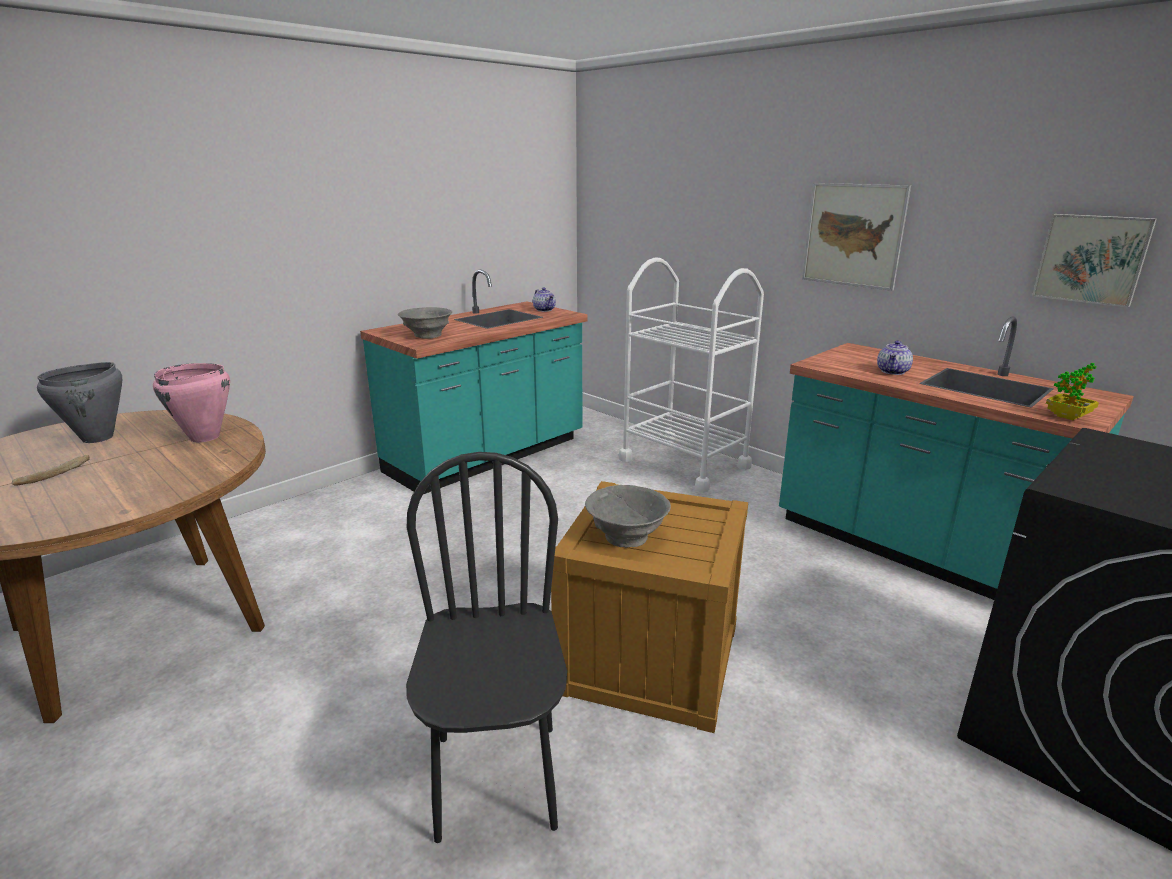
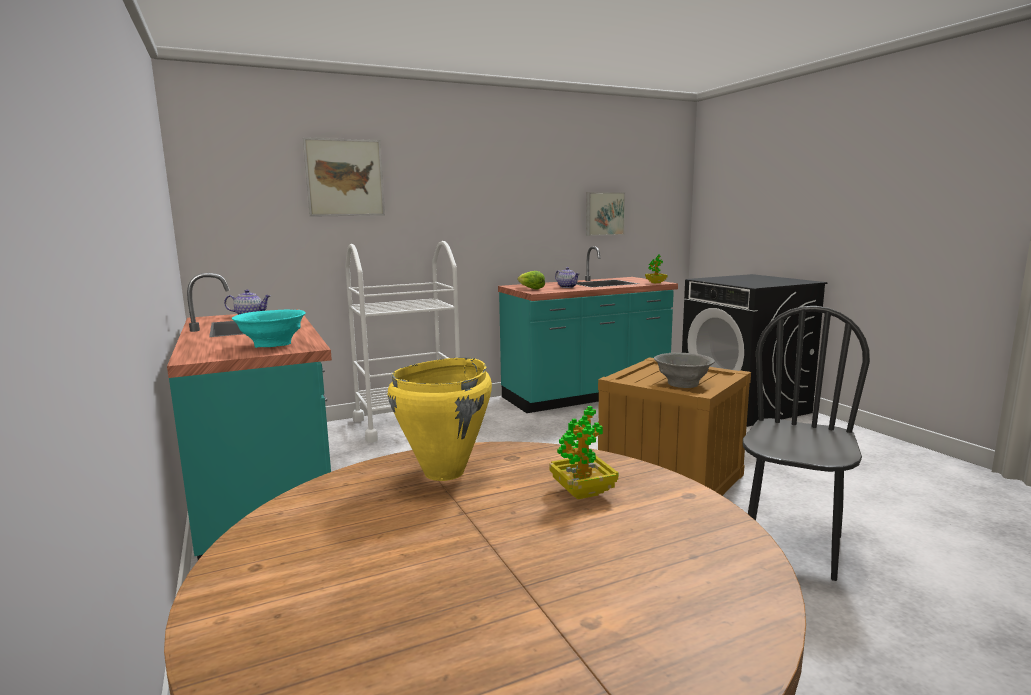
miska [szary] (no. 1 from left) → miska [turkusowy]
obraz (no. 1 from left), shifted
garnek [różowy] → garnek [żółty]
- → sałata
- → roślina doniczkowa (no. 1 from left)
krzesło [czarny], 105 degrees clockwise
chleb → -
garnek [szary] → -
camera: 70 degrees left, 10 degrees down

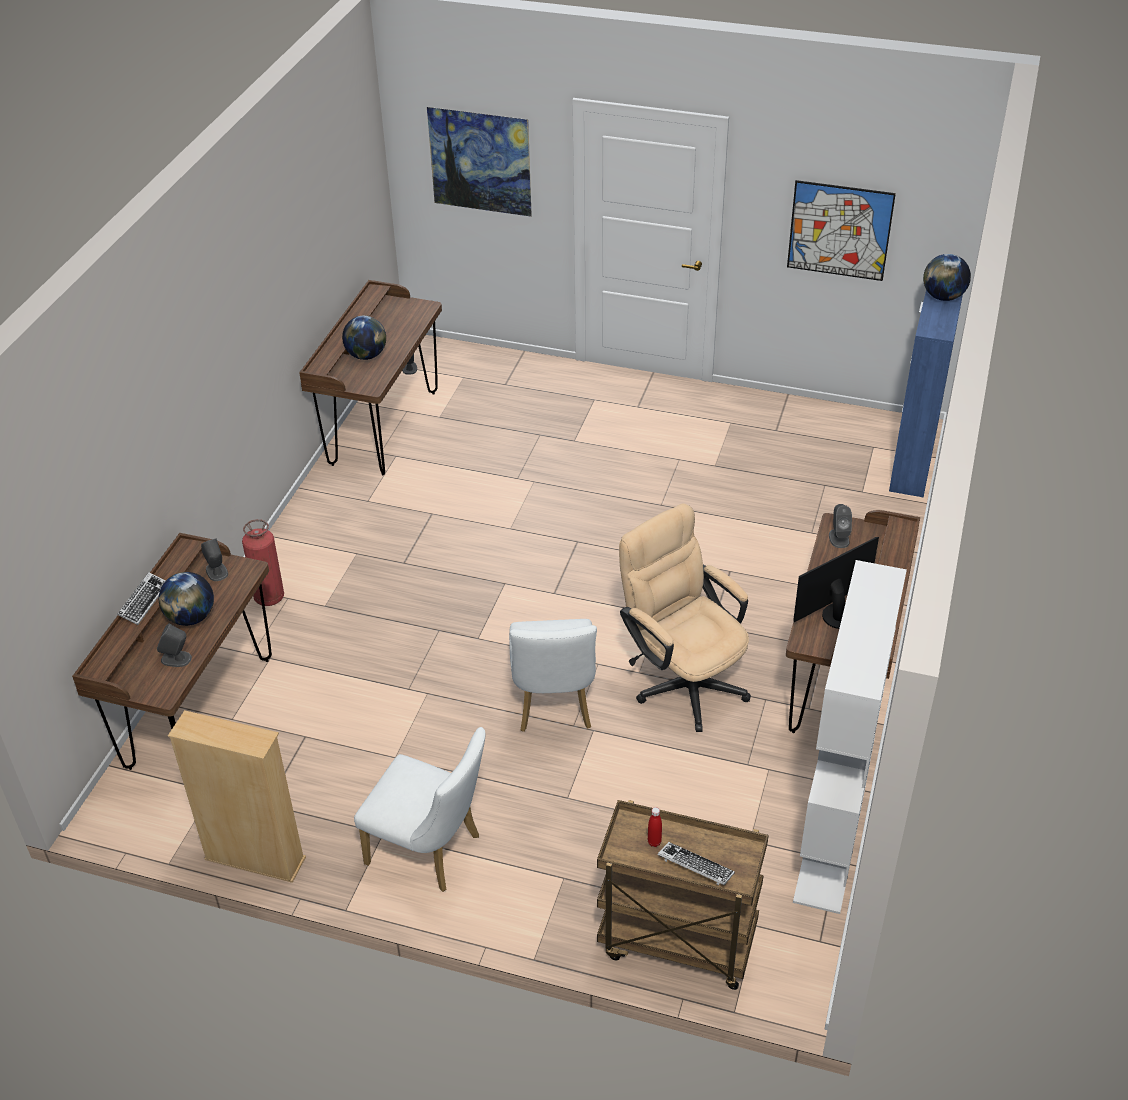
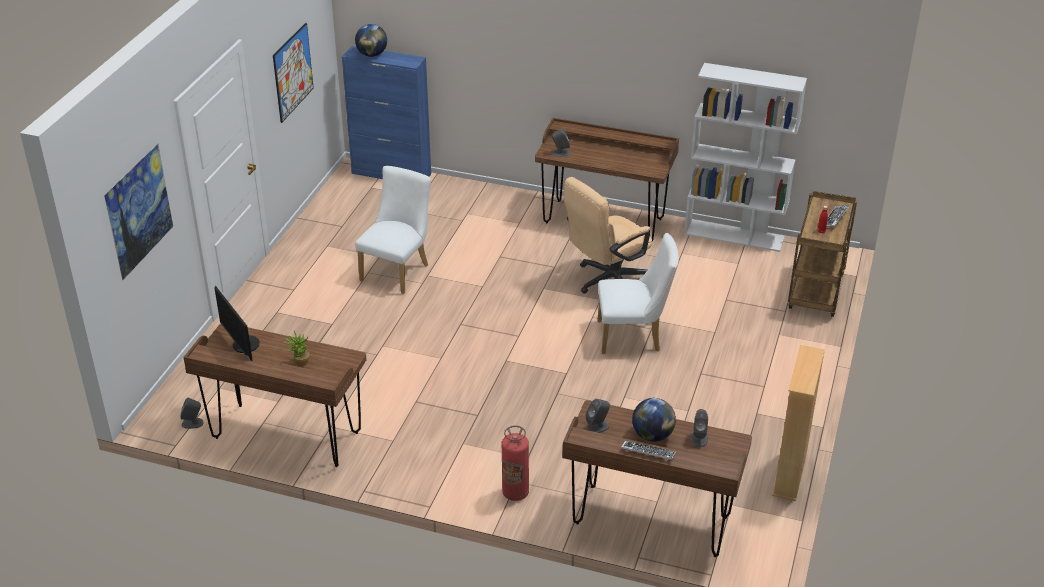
monitor, shifted
globus (no. 2 from left) → roślina doniczkowa
krzesło [biały] (no. 1 from left), shifted
camera: 90 degrees left, 5 degrees down

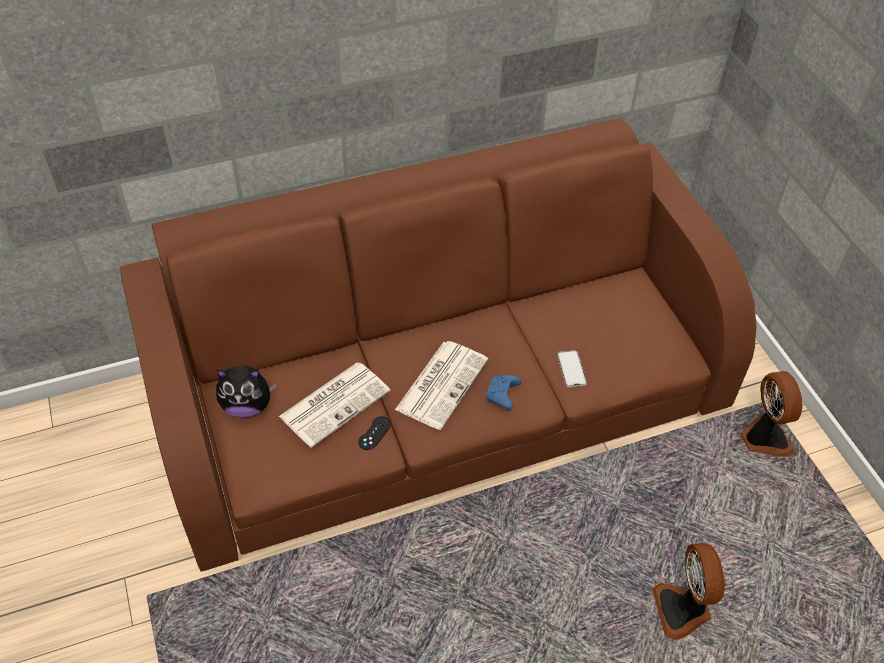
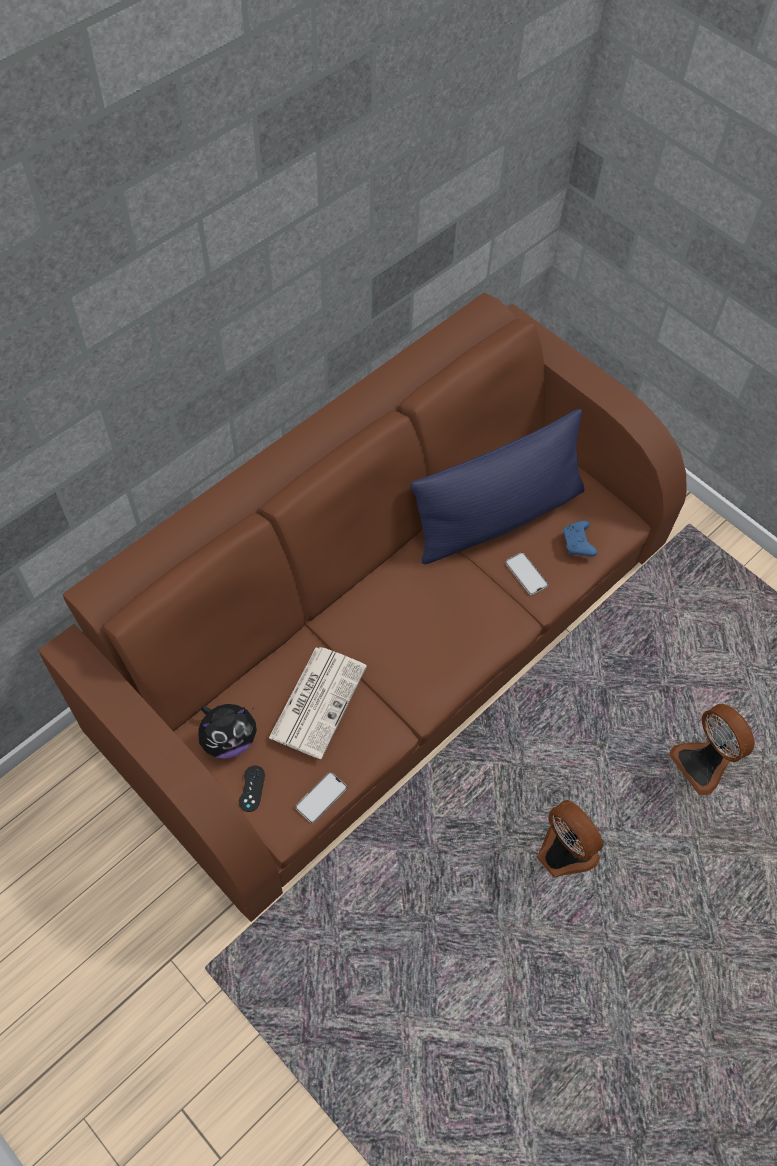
pad do gier [czarny], shifted
- → telefon (no. 1 from left)
- → poduszka [niebieski]
wentylator (no. 2 from left in the first image) → wentylator (no. 1 from left), shifted
pad do gier [niebieski], shifted
gazeta (no. 2 from left) → -
camera: 25 degrees left, 10 degrees up

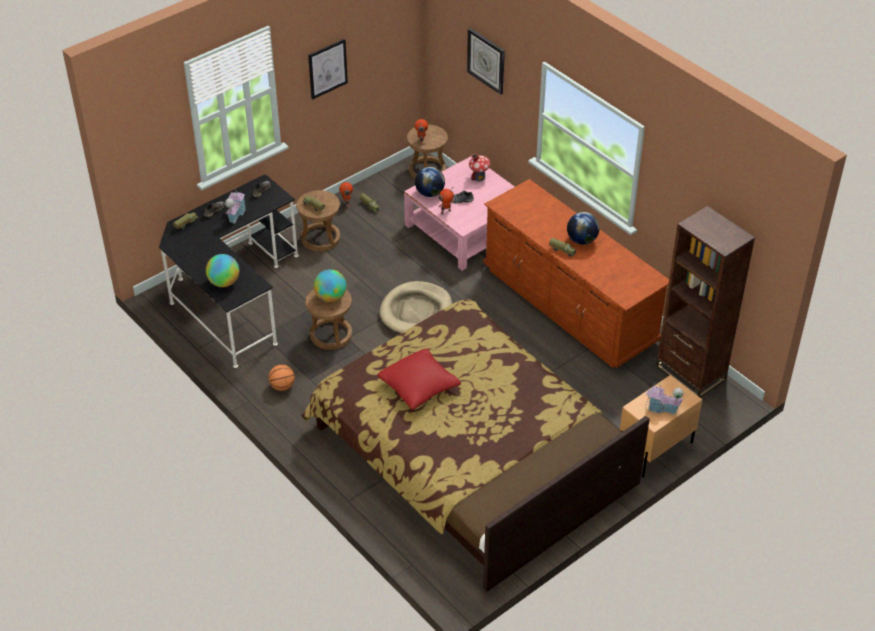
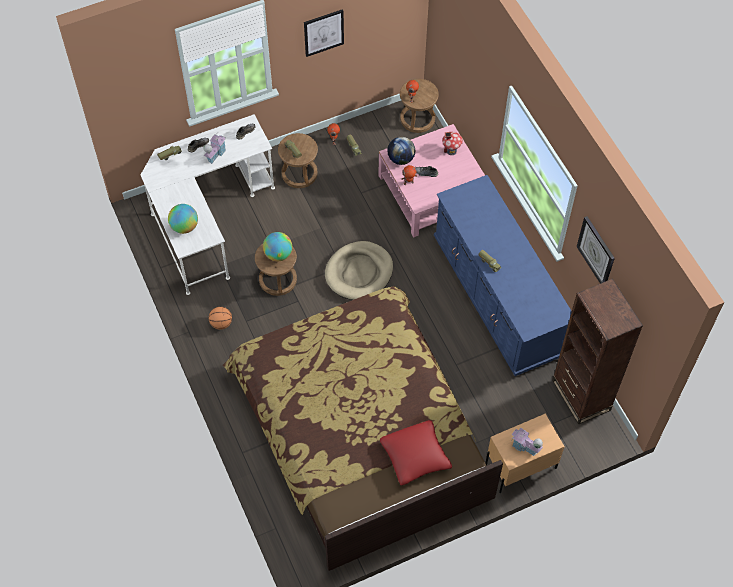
biurko [czarny] → biurko [biały]
poduszka [czerwony], shifted
komoda [brązowy] → komoda [niebieski]
zegar ścienny, shifted
globus (no. 4 from left) → -
camera: 15 degrees right, 15 degrees up

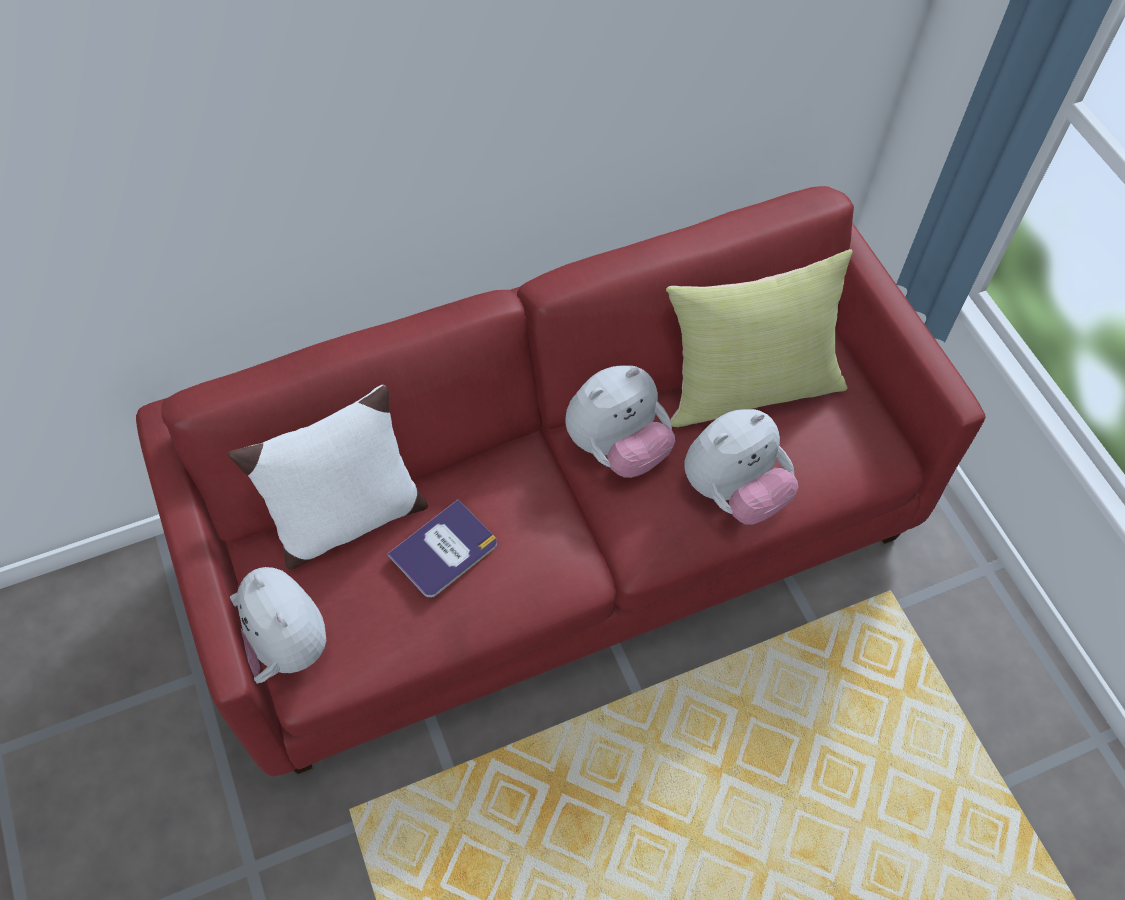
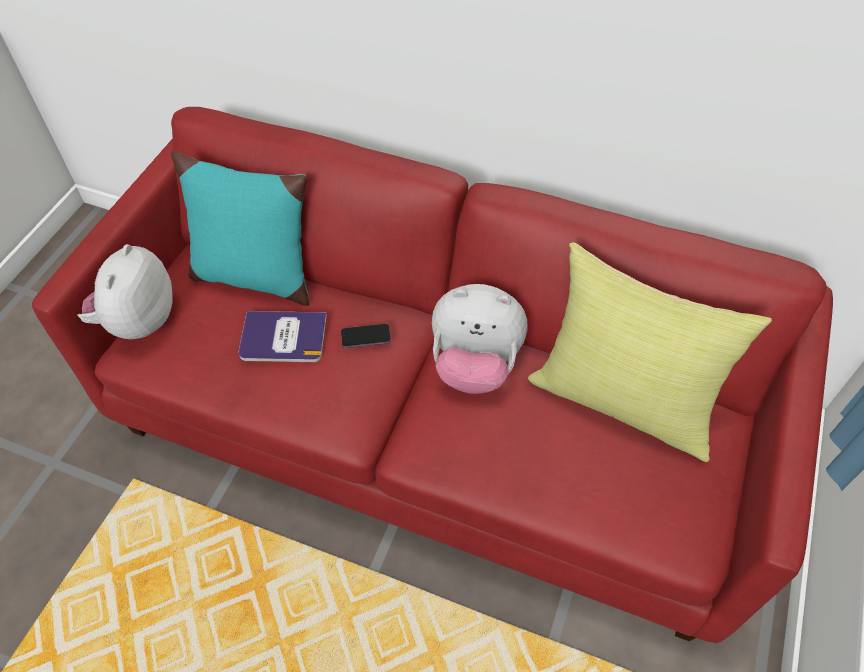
poduszka [biały] → poduszka [turkusowy]
- → telefon
pluszak (no. 3 from left) → -
camera: 45 degrees right, 5 degrees down

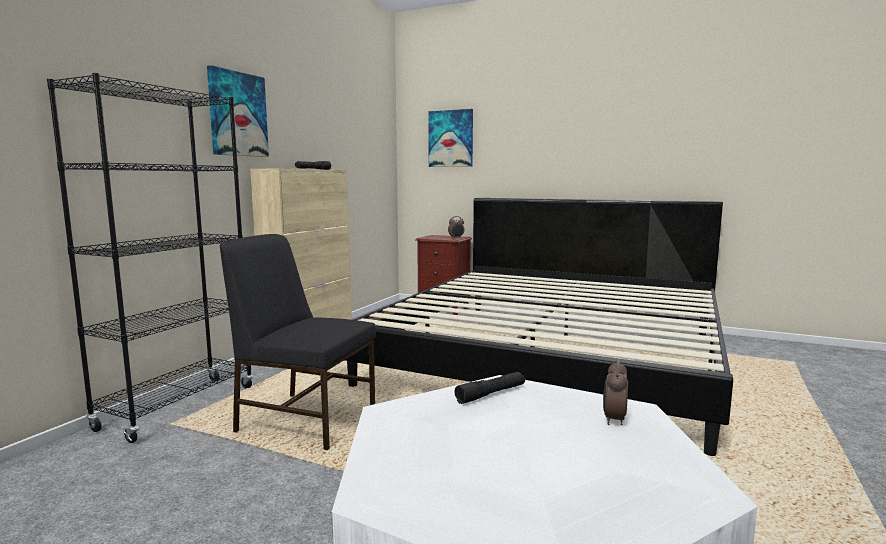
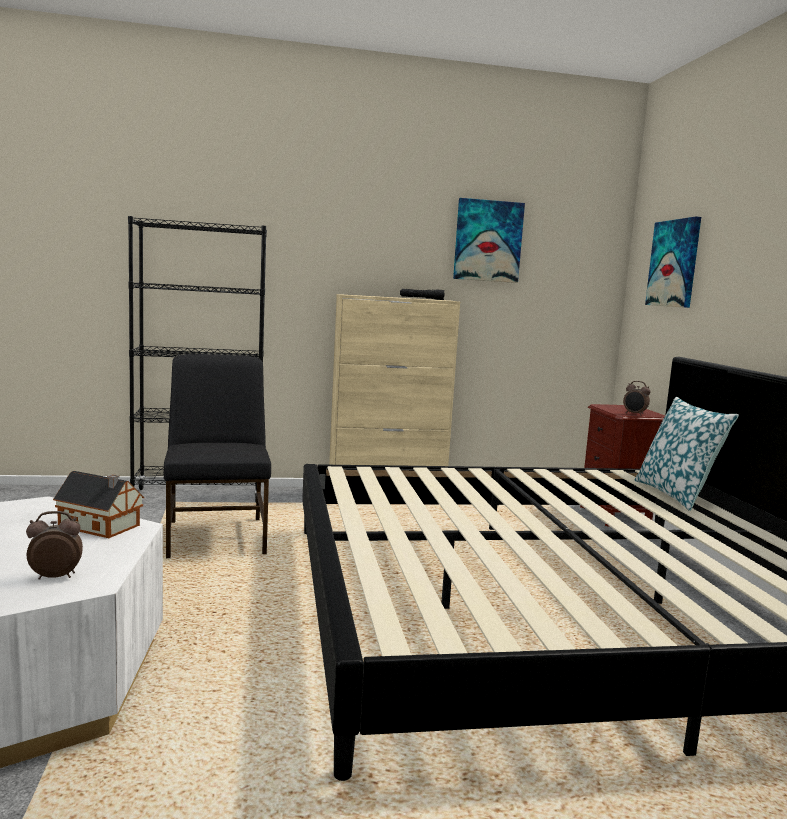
latarka [czarny] (no. 2 from left) → domek
obraz (no. 1 from left), shifted
- → poduszka
camera: 55 degrees right, 0 degrees up

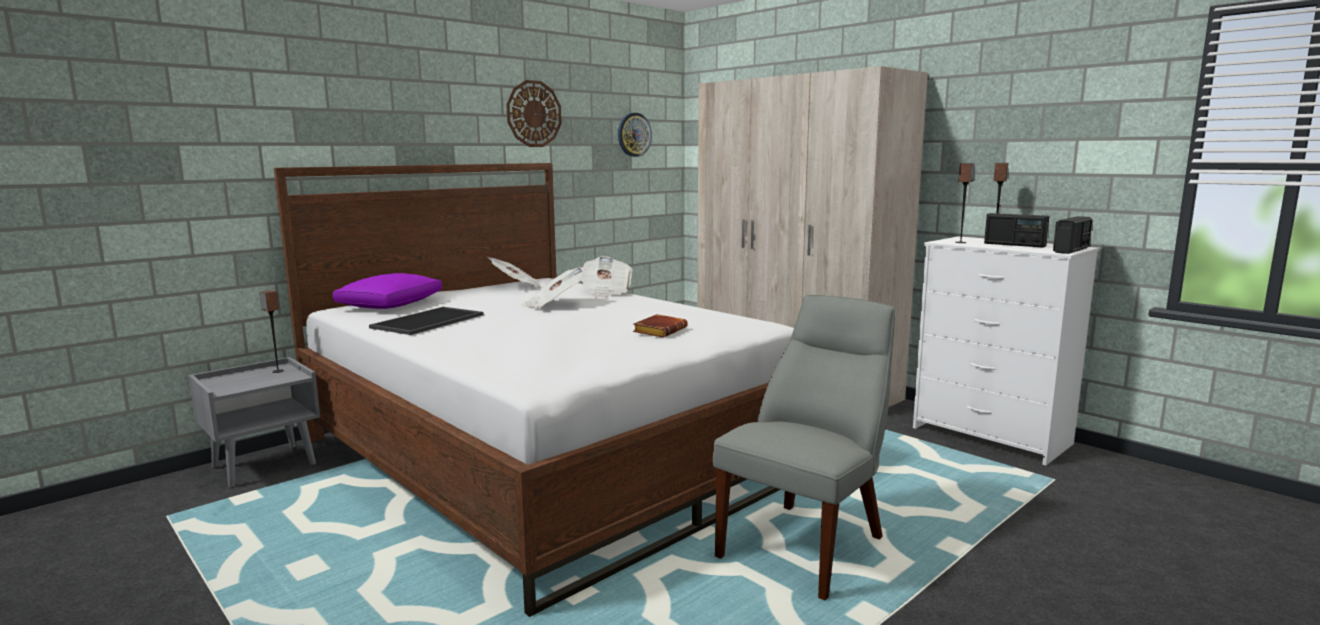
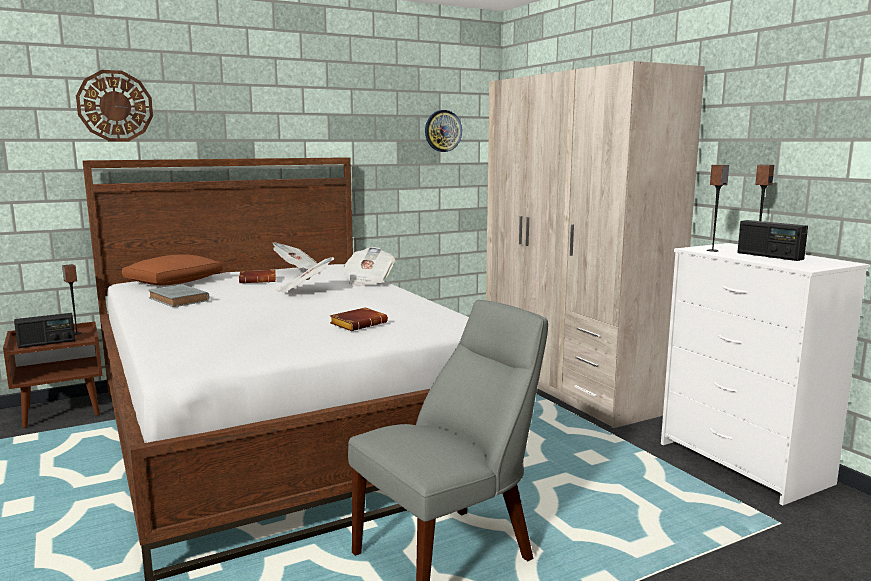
szafka nocna [szary] → szafka nocna [brązowy]
radio (no. 2 from left in the first image) → radio (no. 1 from left), shifted
zegar ścienny (no. 1 from left), shifted
poduszka [fioletowy] → poduszka [brązowy]
taca → książka [szary]
- → książka [brązowy] (no. 1 from left)
camera: 15 degrees right, 0 degrees up

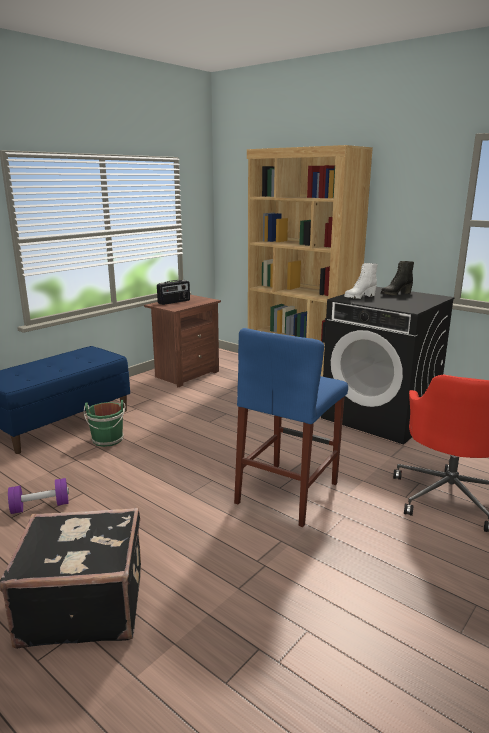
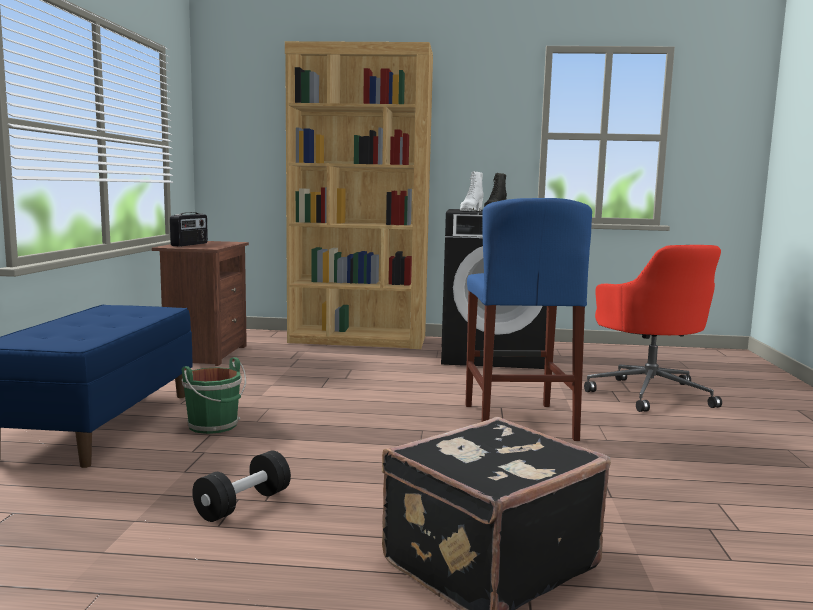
hantel [fioletowy] → hantel [czarny]
camera: 35 degrees left, 10 degrees down

